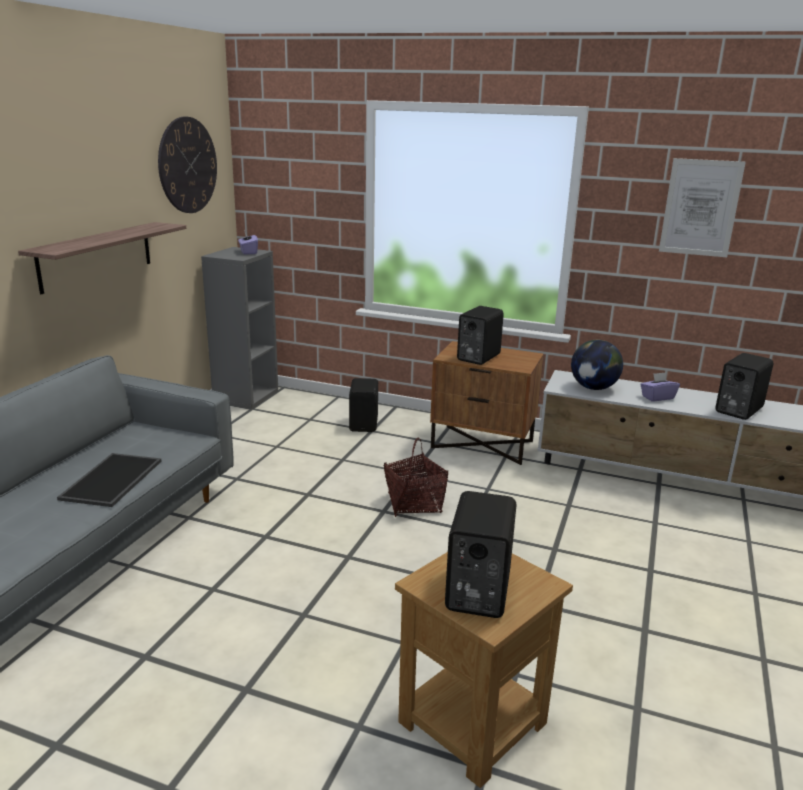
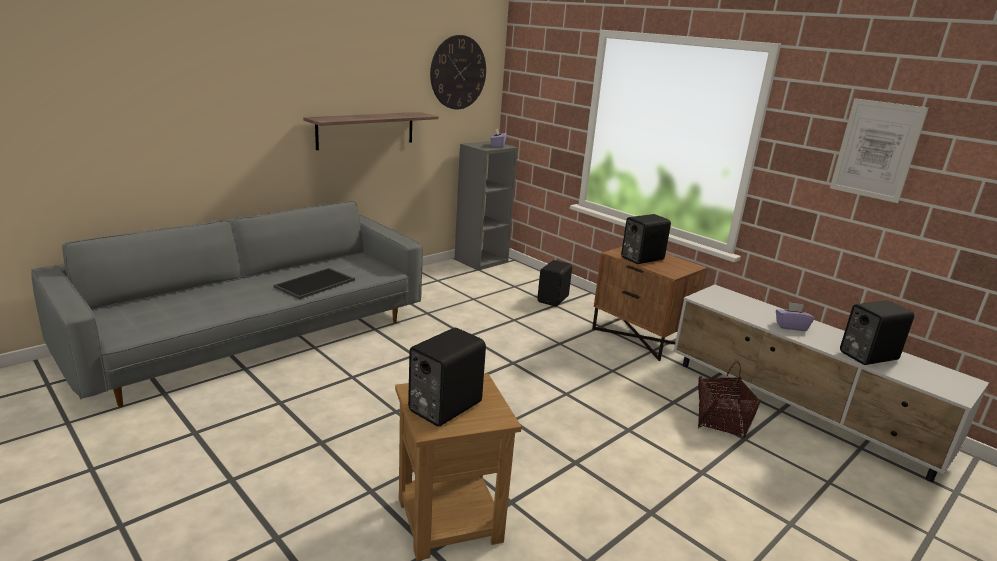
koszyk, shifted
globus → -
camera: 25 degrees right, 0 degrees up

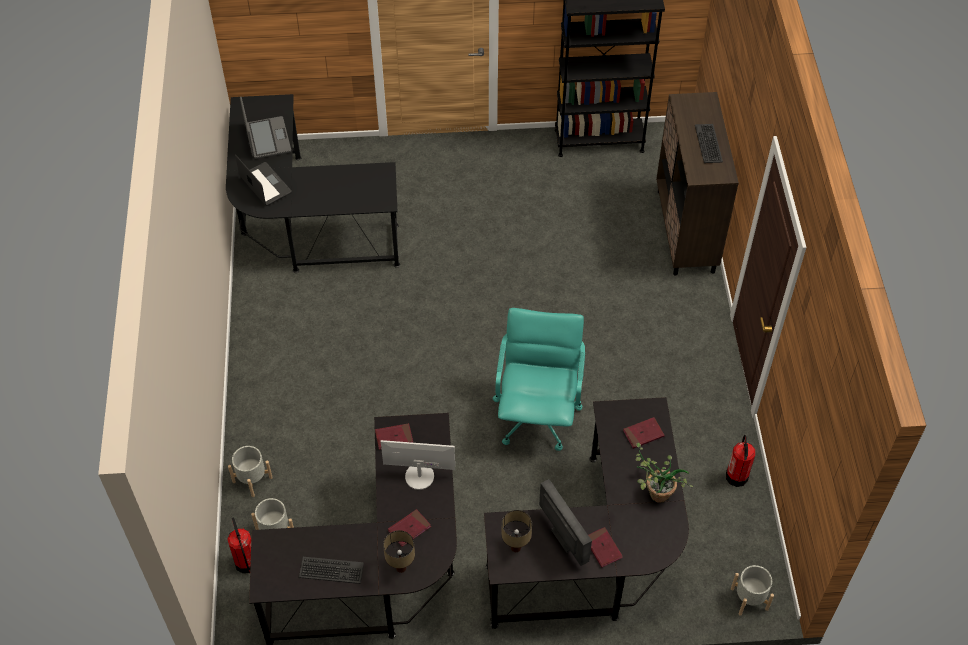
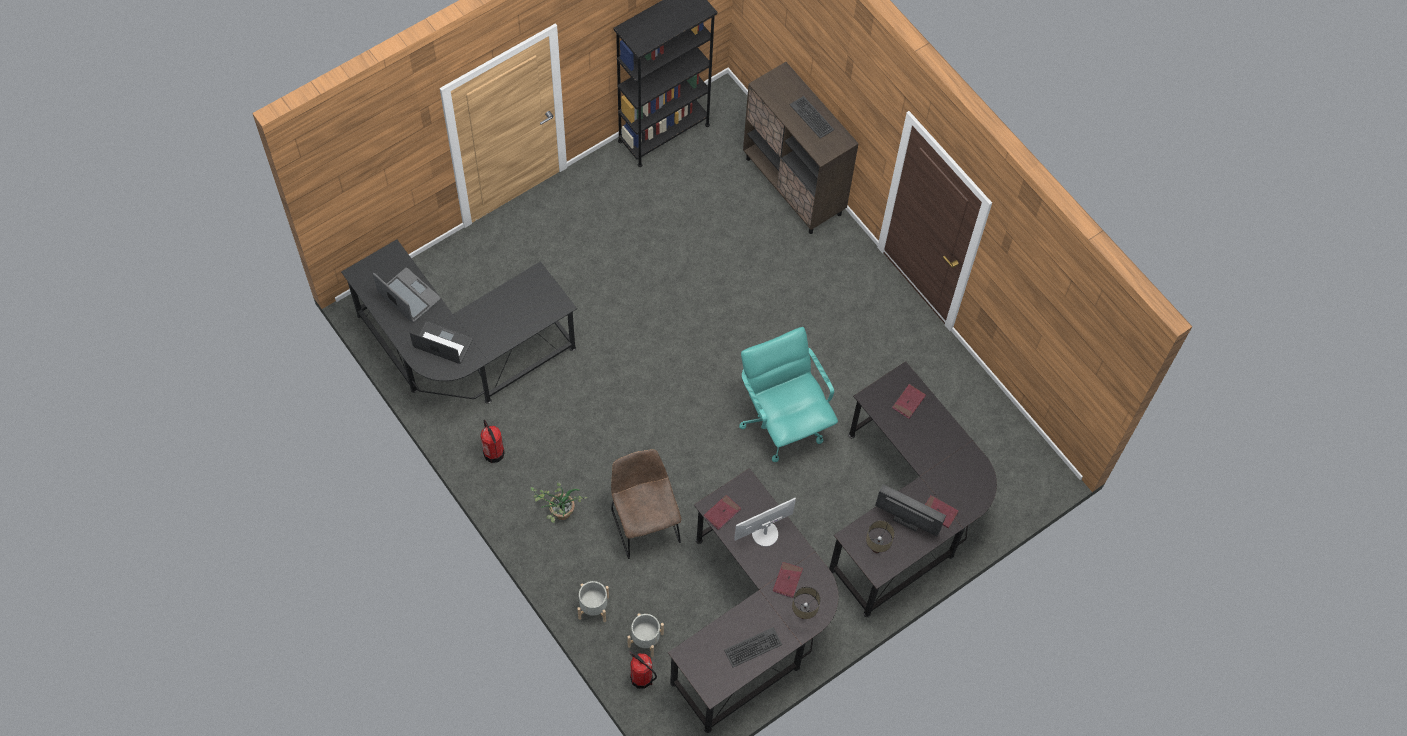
gaśnica (no. 2 from left in the first image) → gaśnica (no. 1 from left), shifted
roślina doniczkowa, shifted
- → krzesło [brązowy]
donica [szary] (no. 3 from left) → -
camera: 35 degrees left, 10 degrees up

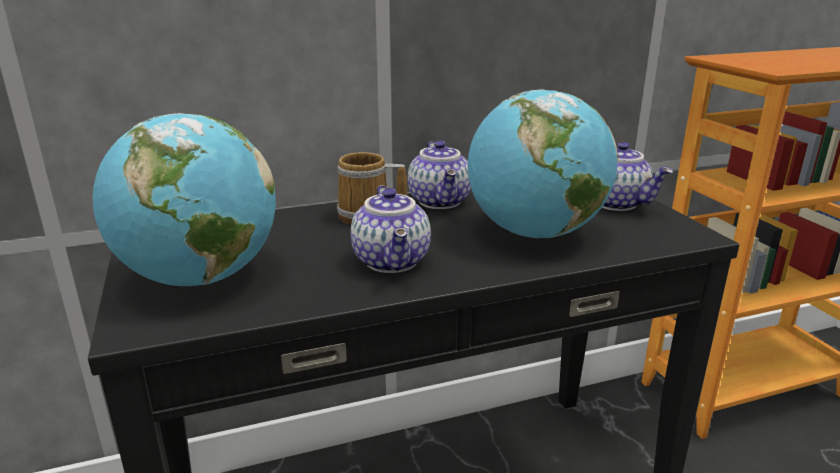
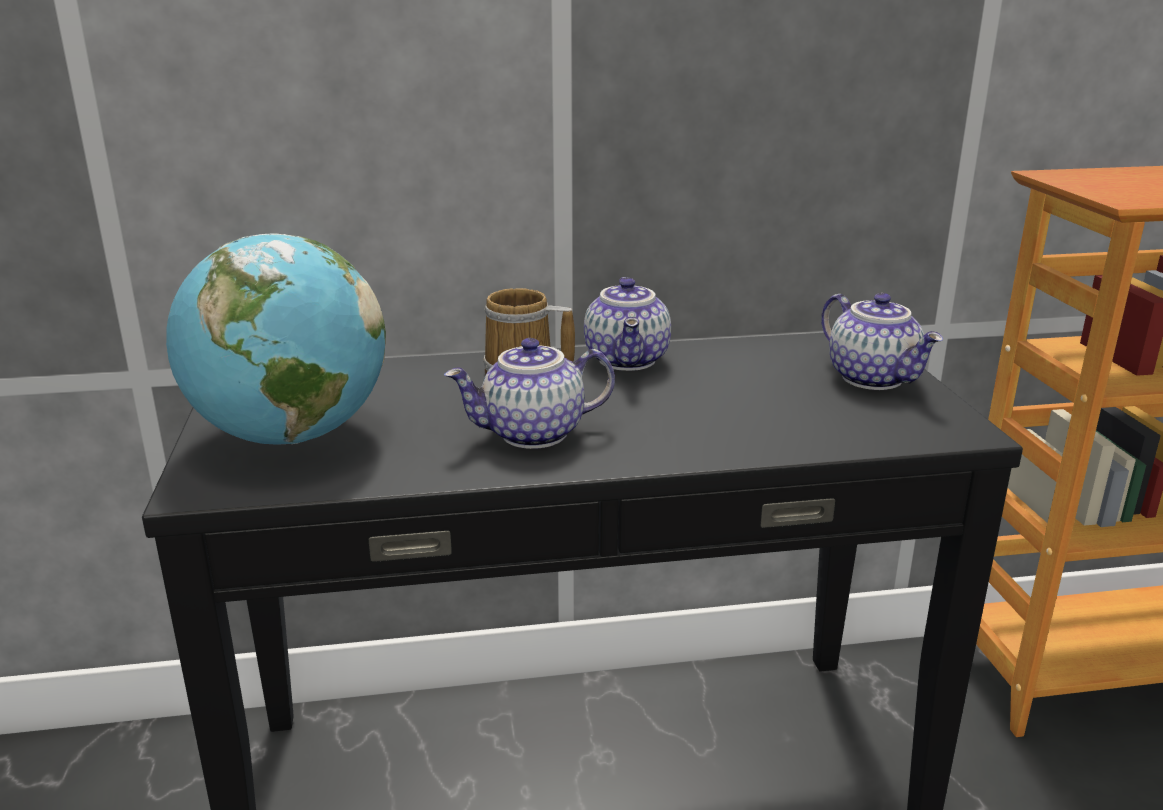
imbryk (no. 1 from left), 75 degrees clockwise
globus (no. 2 from left) → -
camera: 10 degrees right, 0 degrees up

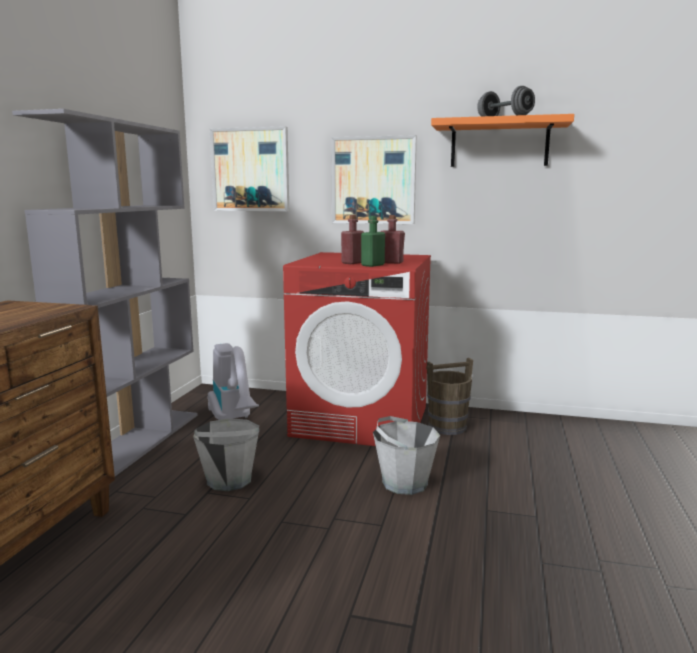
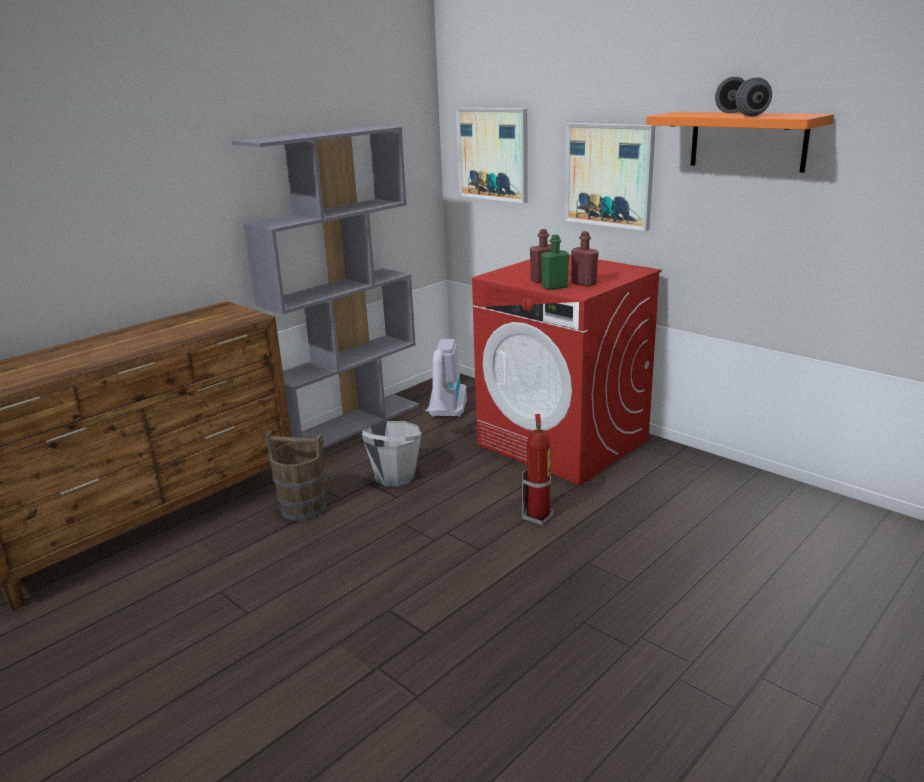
wiadro [brązowy], shifted
wiadro [szary] (no. 2 from left) → gaśnica
camera: 30 degrees right, 10 degrees up

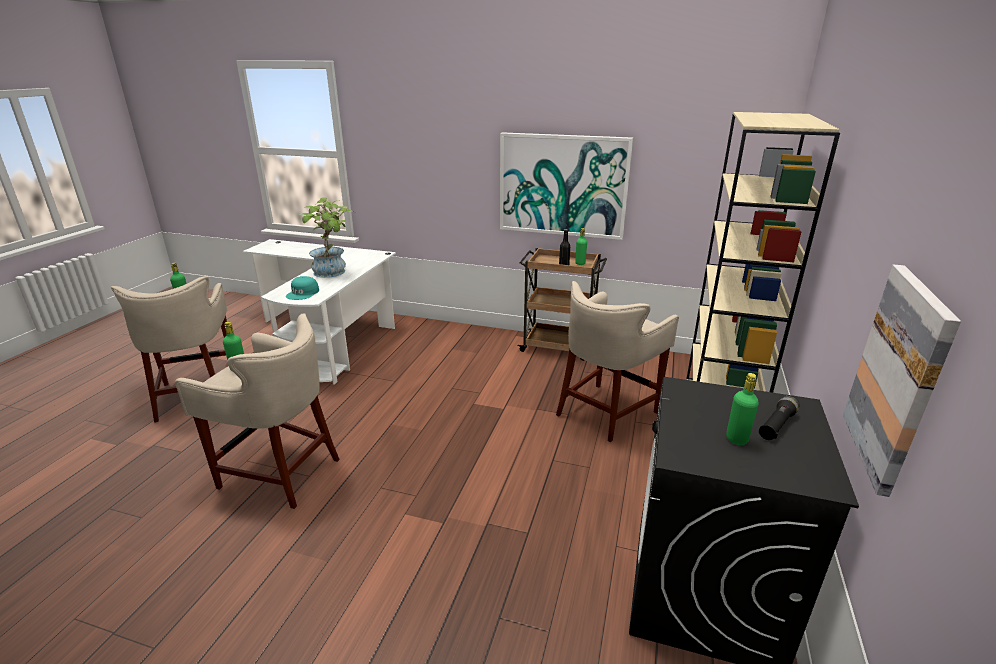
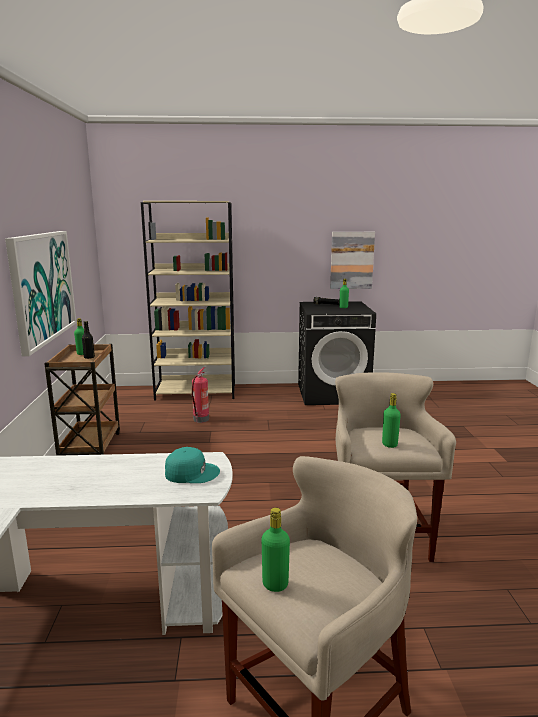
stołek [beżowy] (no. 3 from left) → gaśnica
roślina doniczkowa → -
camera: 110 degrees left, 10 degrees down

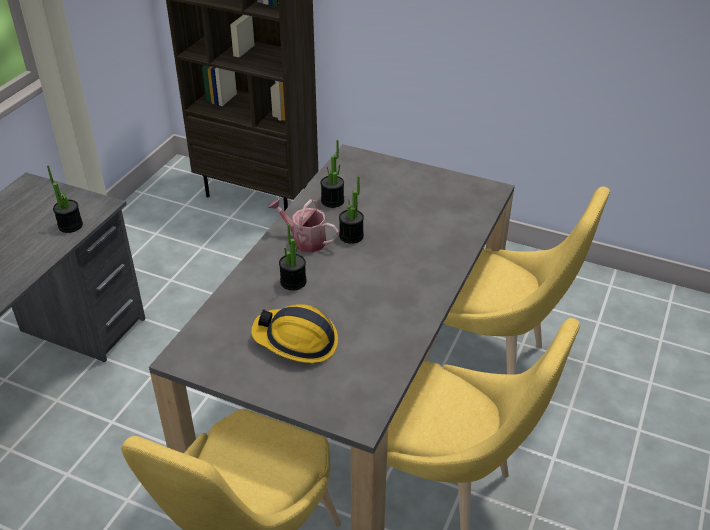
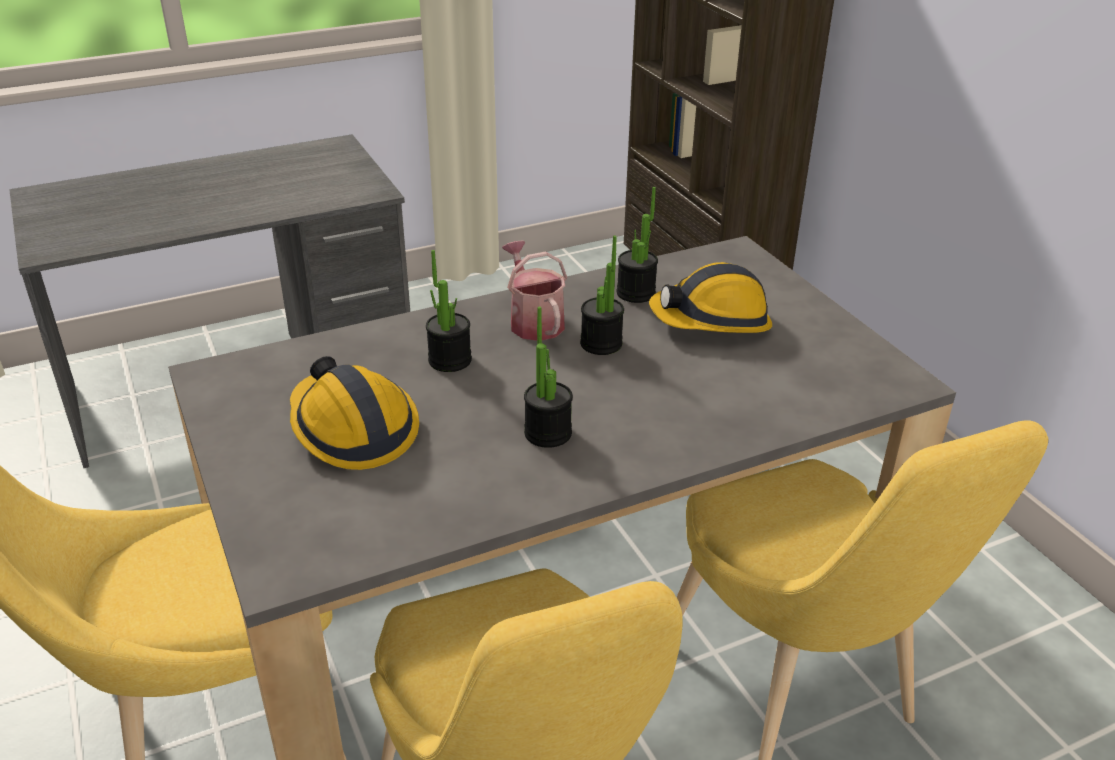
roślina doniczkowa (no. 1 from left in the first image) → roślina doniczkowa (no. 2 from left), shifted
- → kask (no. 2 from left)
camera: 40 degrees right, 5 degrees down

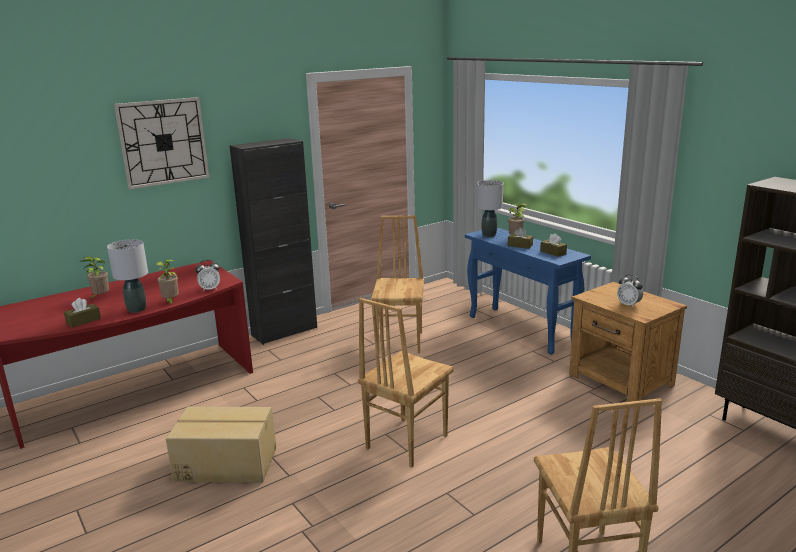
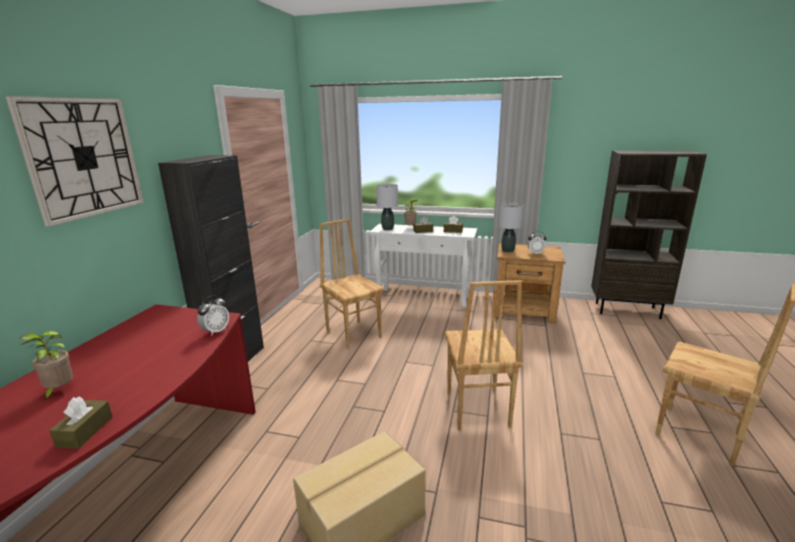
stolik konsolowy [niebieski] → stolik konsolowy [biały]
lampa stołowa [szary] (no. 1 from left in the first image) → lampa stołowa [szary] (no. 2 from left), shifted
roślina doniczkowa (no. 2 from left) → -
camera: 40 degrees left, 0 degrees up

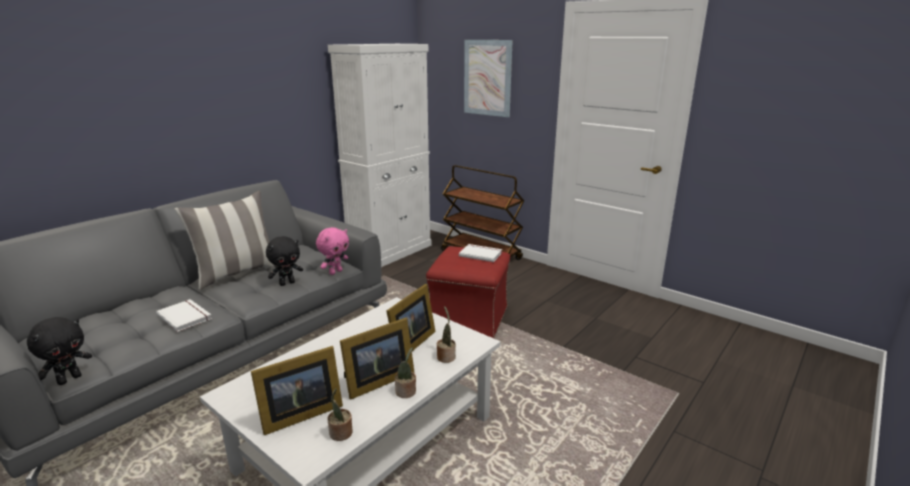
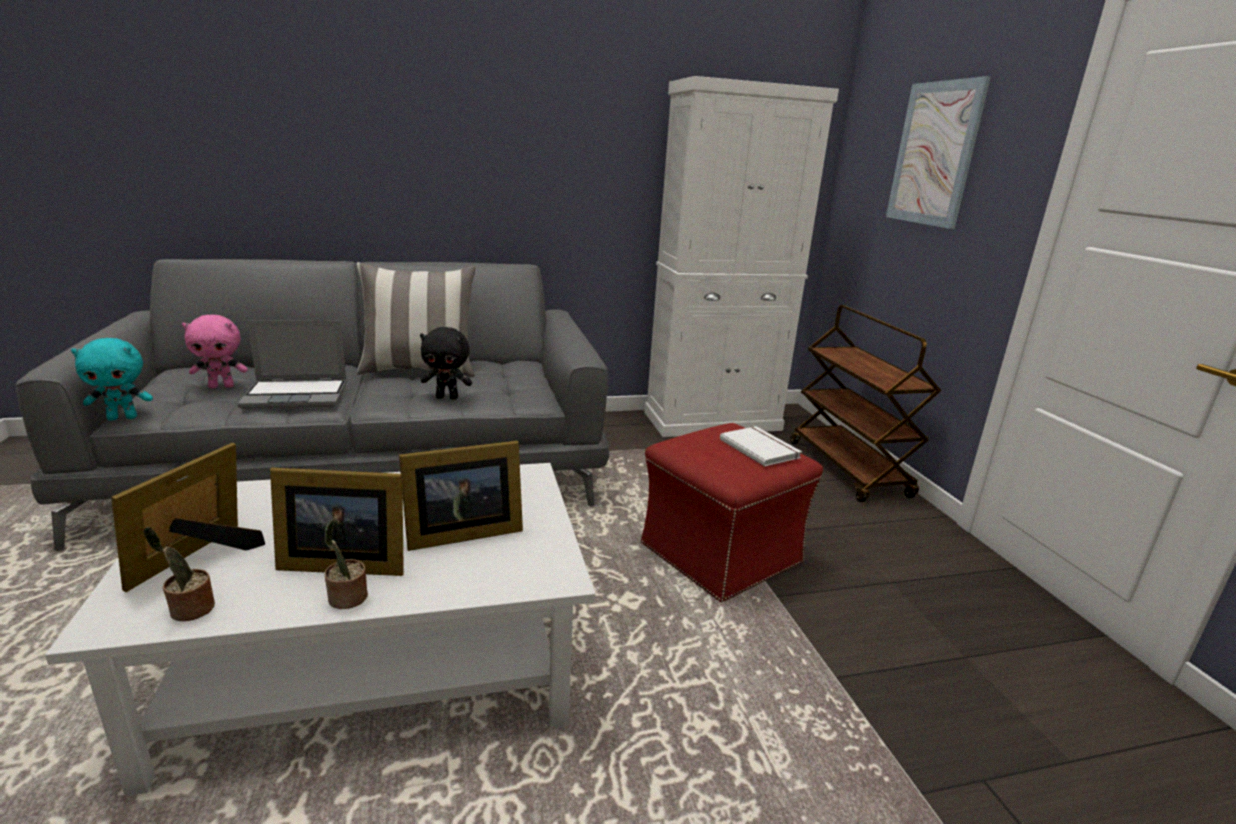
pluszak [czarny] (no. 1 from left) → pluszak [turkusowy]
ramka na zdjęcie (no. 1 from left), 105 degrees clockwise
pluszak [różowy], shifted
książka [biały] (no. 1 from left) → laptop
roślina doniczkowa (no. 3 from left) → -
camera: 35 degrees right, 0 degrees up

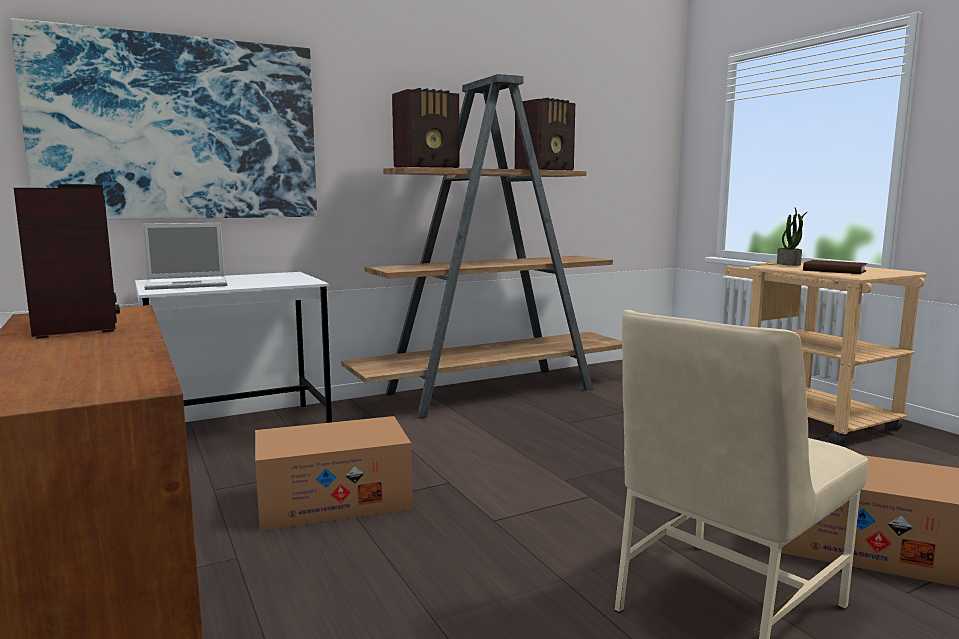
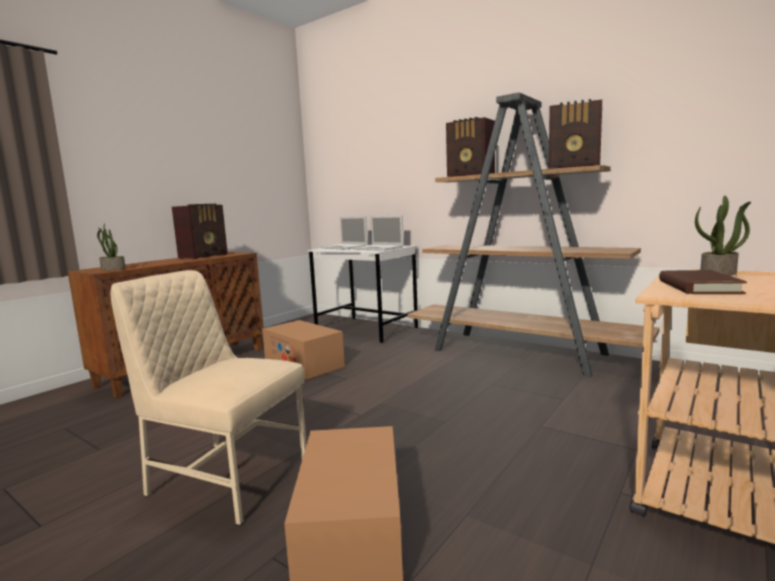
- → roślina doniczkowa (no. 1 from left)
- → laptop (no. 2 from left)
obraz → -
camera: 65 degrees right, 0 degrees up

